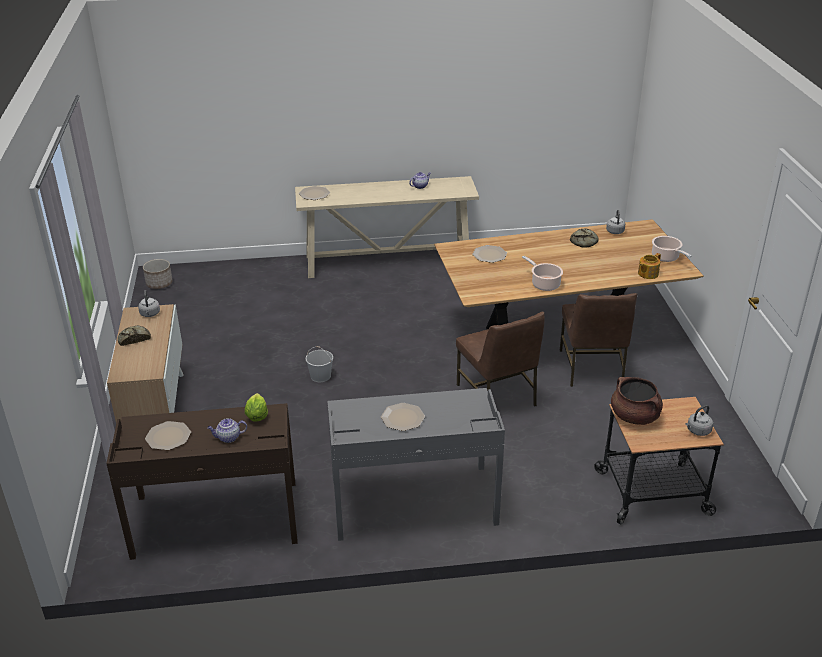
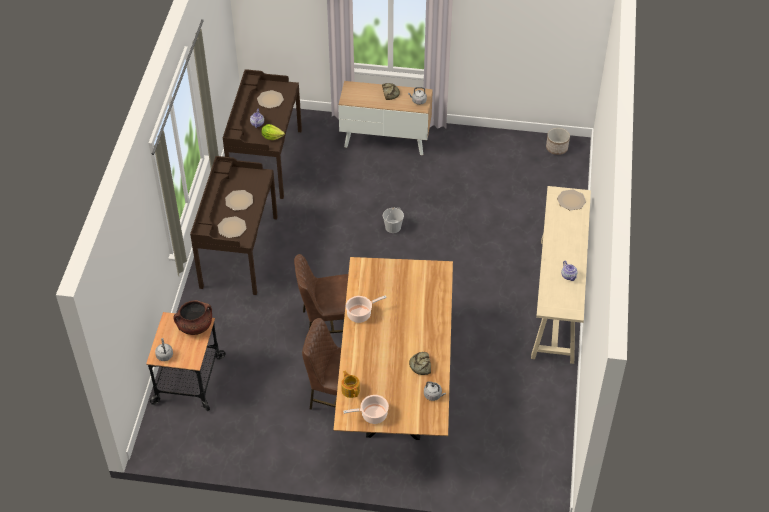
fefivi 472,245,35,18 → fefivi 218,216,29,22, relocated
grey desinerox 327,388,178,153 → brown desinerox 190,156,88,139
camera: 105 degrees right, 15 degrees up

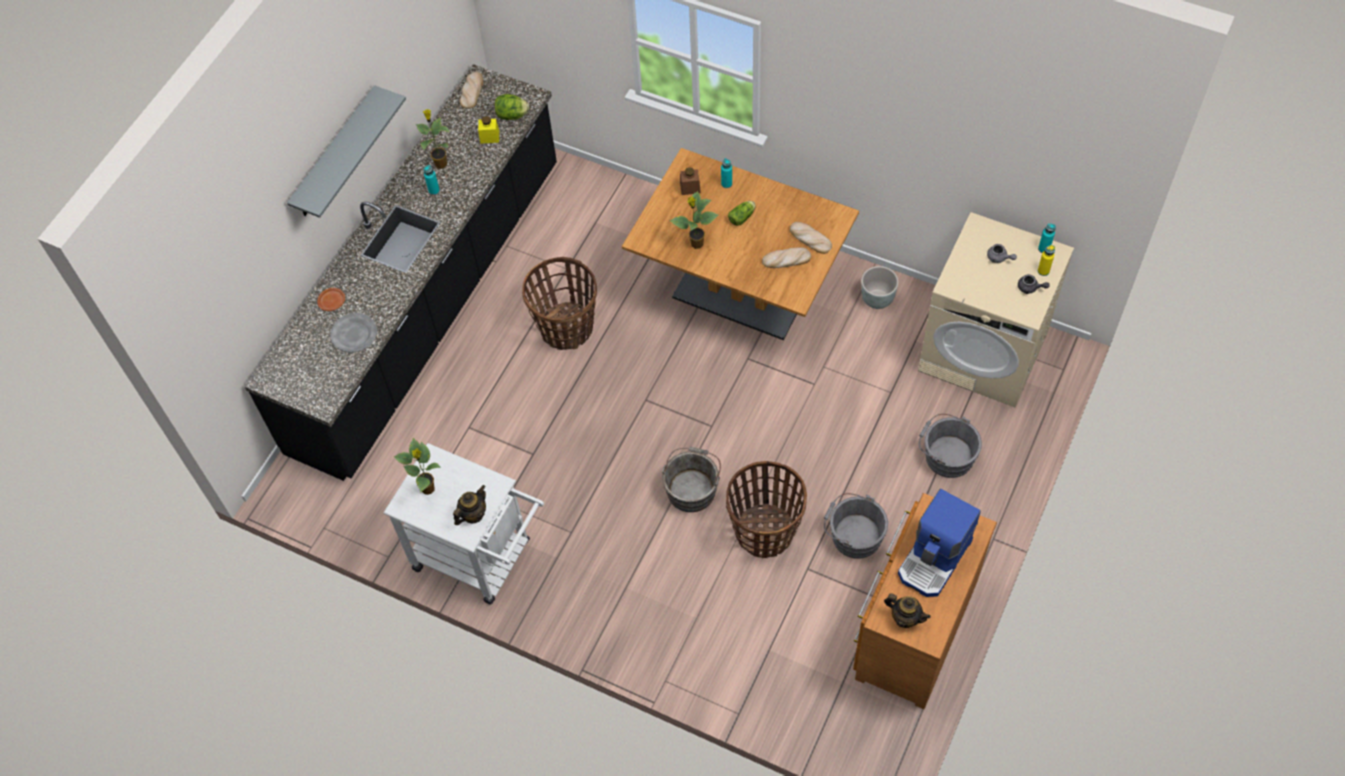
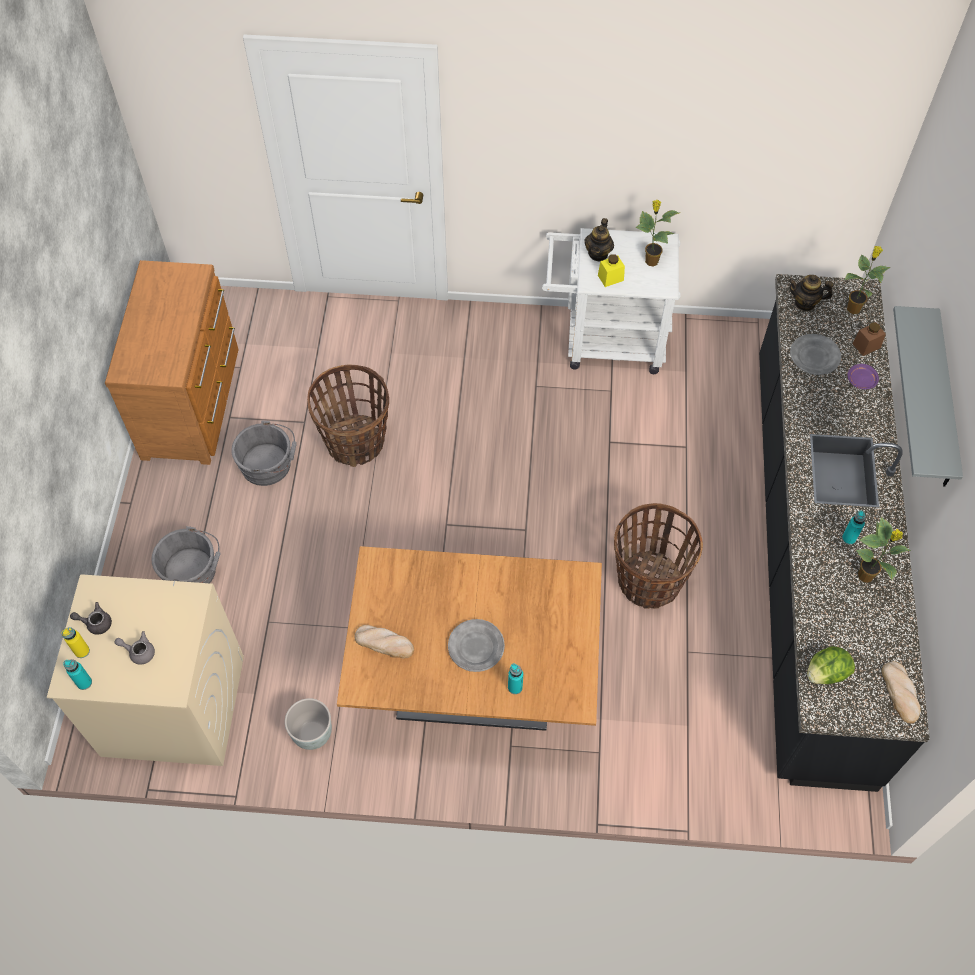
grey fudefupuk 662,447,59,65 → -
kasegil 762,247,49,21 → -
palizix 898,489,83,108 → -
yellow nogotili 478,116,21,28 → yellow nogotili 598,254,27,33, relocated
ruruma 669,191,50,58 → ruruma 845,246,45,68, relocated
brown nogotili 680,167,21,28 → brown nogotili 853,322,33,34, relocated
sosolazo 884,593,46,35 → sosolazo 788,275,45,36, relocated
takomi 728,201,28,25 → grey fefivi 448,619,57,53
brown fefivi 317,288,28,23 → purple fefivi 848,364,31,25
camera: 155 degrees right, 0 degrees up

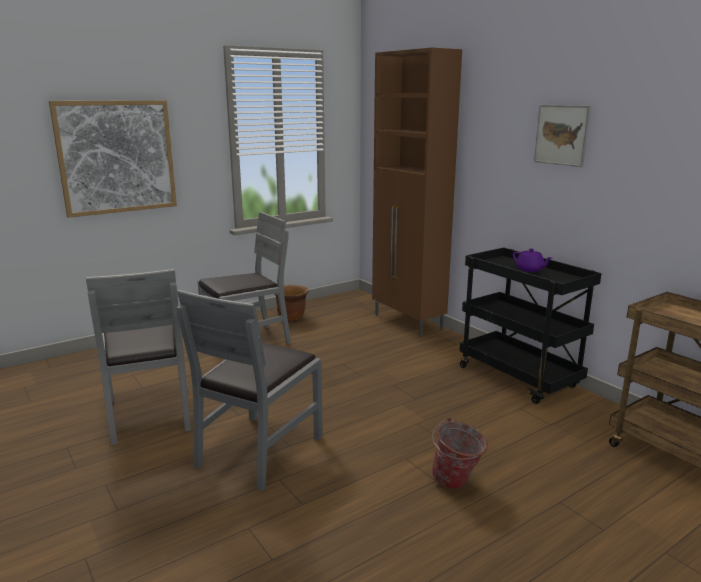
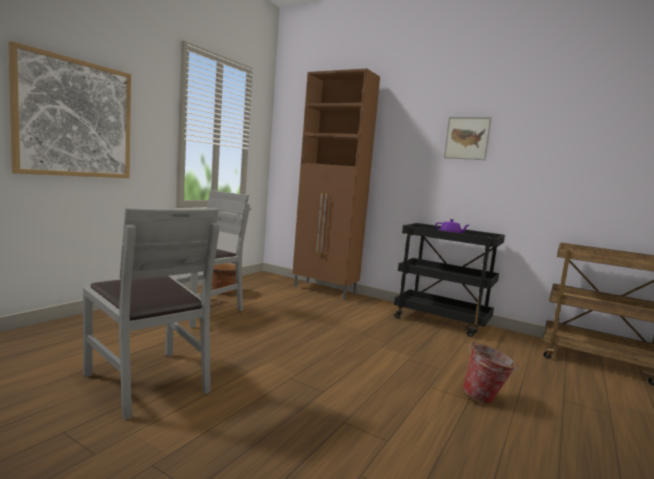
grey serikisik 177,290,146,201 → -
camera: 25 degrees left, 10 degrees down

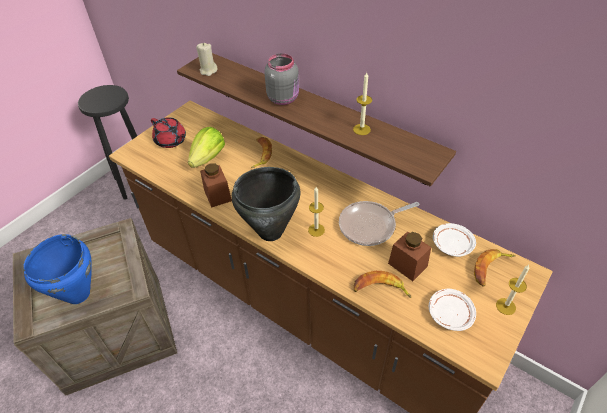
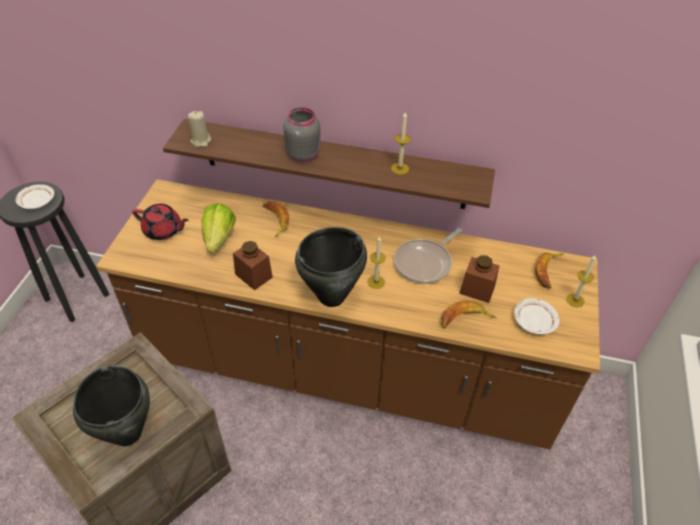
white fefivi 433,223,43,34 → white fefivi 16,184,39,25, relocated
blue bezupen 23,234,69,70 → black bezupen 73,365,77,81
camera: 25 degrees left, 0 degrees up

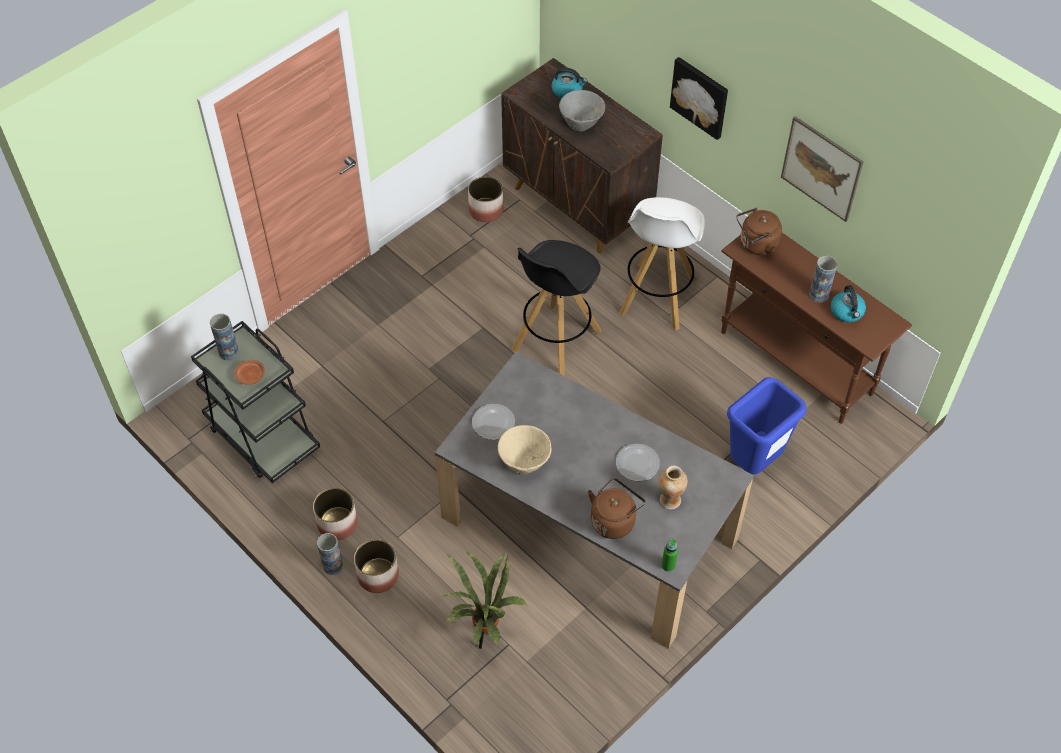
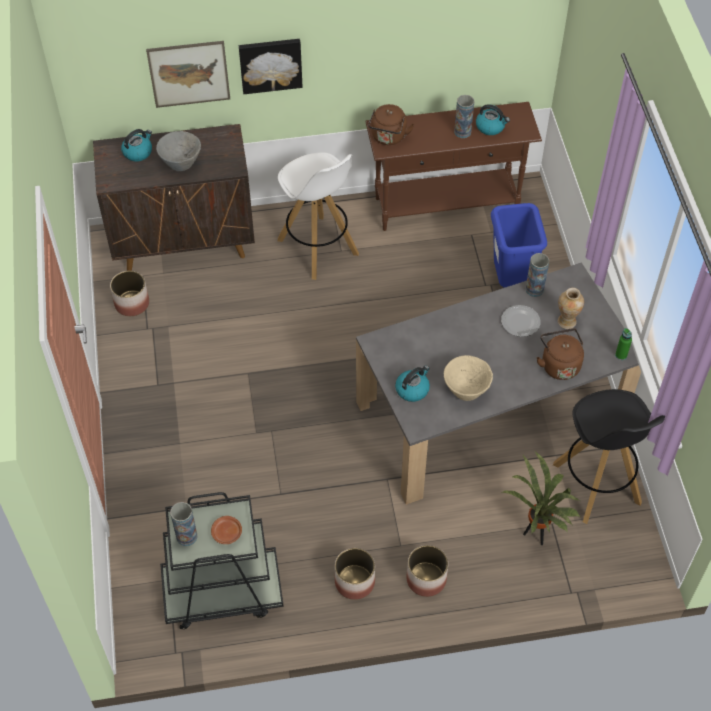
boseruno 317,533,26,42 → boseruno 525,253,24,44, relocated
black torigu 512,240,90,136 → black torigu 553,389,112,135, relocated
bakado 781,116,82,106 → bakado 146,41,84,67, relocated
fefivi 472,404,43,36 → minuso 395,365,35,37
camera: 55 degrees left, 0 degrees up

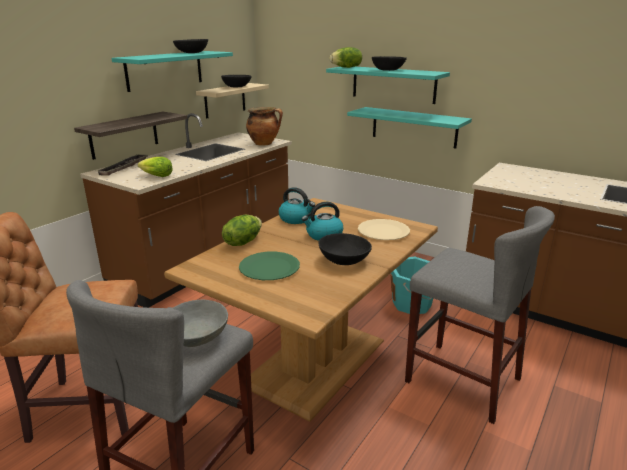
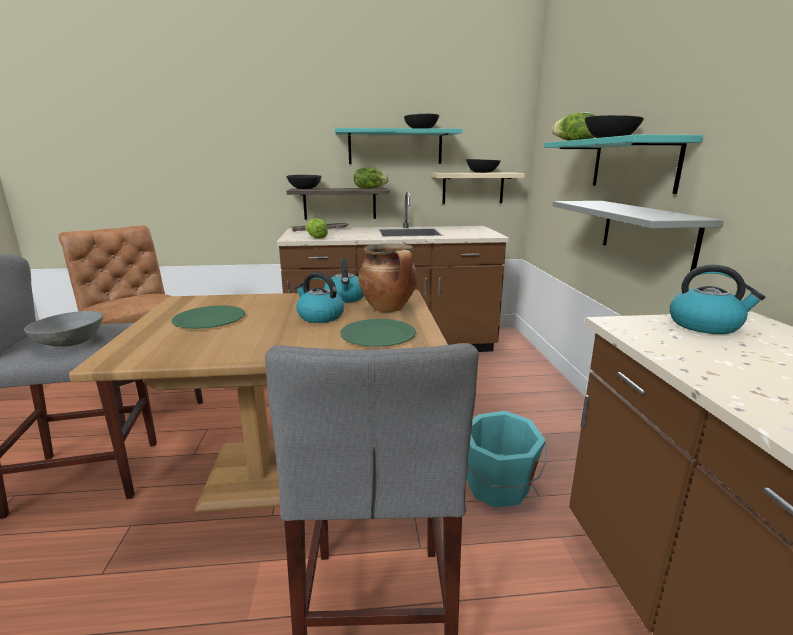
- → minuso 669,265,96,69
takomi 222,215,40,31 → takomi 354,167,35,22, relocated
bezupen 246,107,37,39 → bezupen 359,244,59,68, relocated
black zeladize 318,233,54,32 → black zeladize 286,175,36,14, relocated
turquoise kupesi 347,107,125,41 → grey kupesi 552,201,172,70
beige fefivi 358,219,52,21 → green fefivi 340,319,76,28
camera: 50 degrees right, 5 degrees down

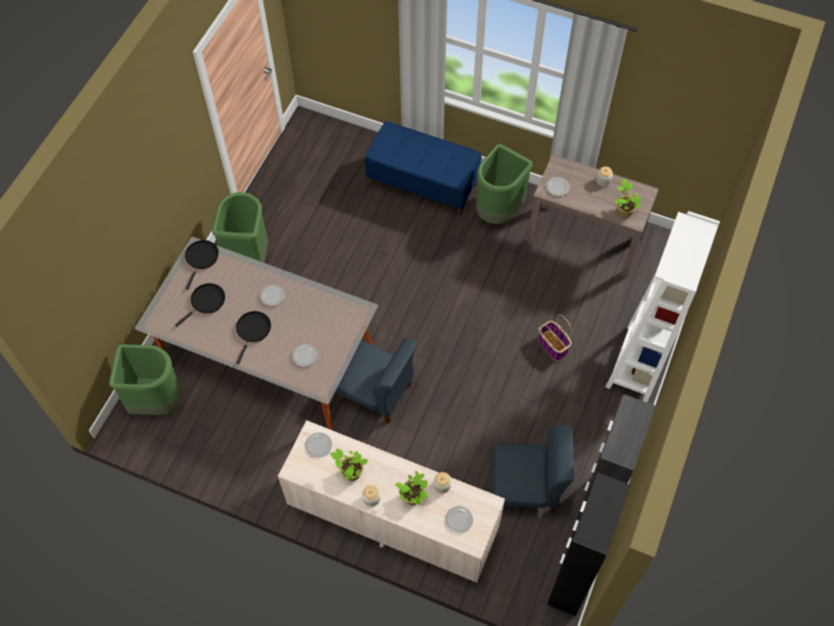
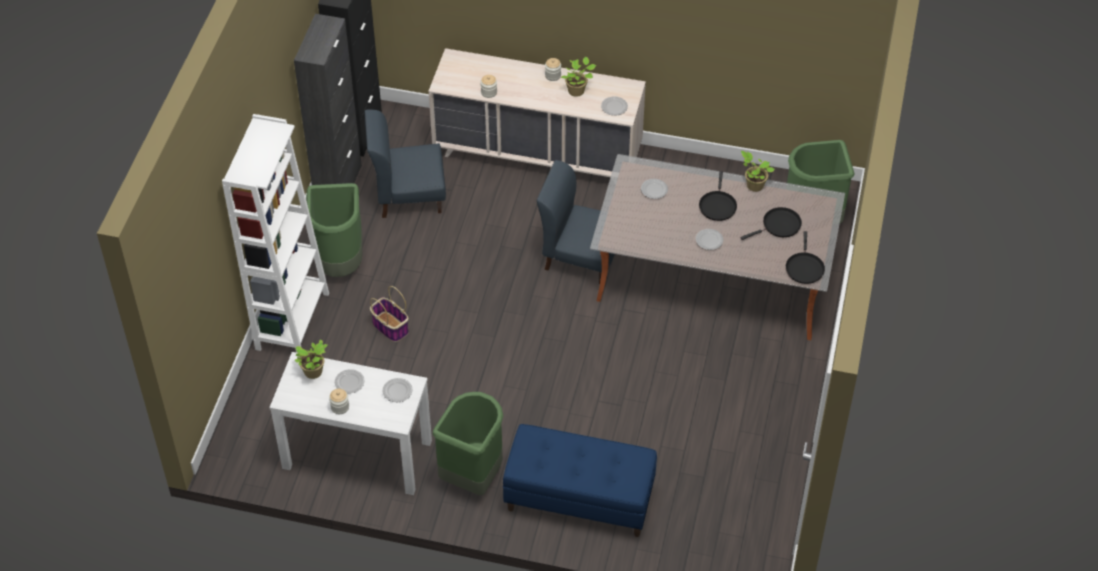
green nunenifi 212,192,56,71 → green nunenifi 306,183,57,94, relocated
ruruma 395,471,33,34 → ruruma 741,151,34,41, relocated
fefivi 445,506,28,27 → fefivi 335,369,30,24, relocated
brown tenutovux 527,154,132,123 → white tenutovux 269,352,163,143
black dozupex 175,283,50,44 → black dozupex 741,207,61,33, 150 degrees counterclockwise
camera: 170 degrees right, 10 degrees down

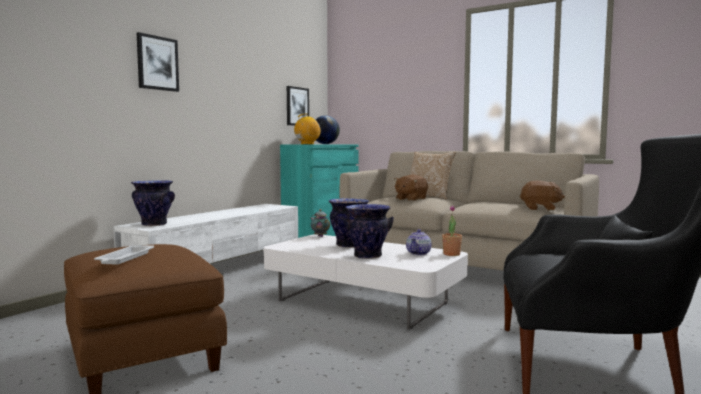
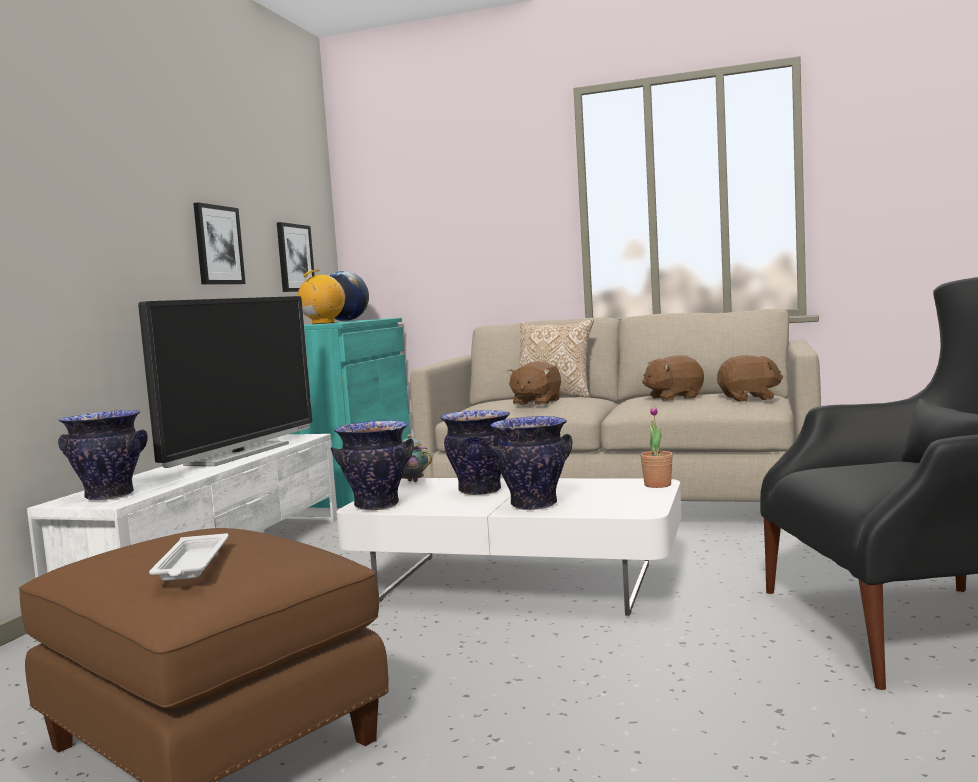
sosolazo 406,229,26,26 → -
- → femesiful 138,296,174,172
- → boseruno 331,420,83,90
- → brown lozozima 642,355,62,46
bakado 137,32,42,60 → bakado 193,202,53,82, relocated
camera: 15 degrees left, 0 degrees up

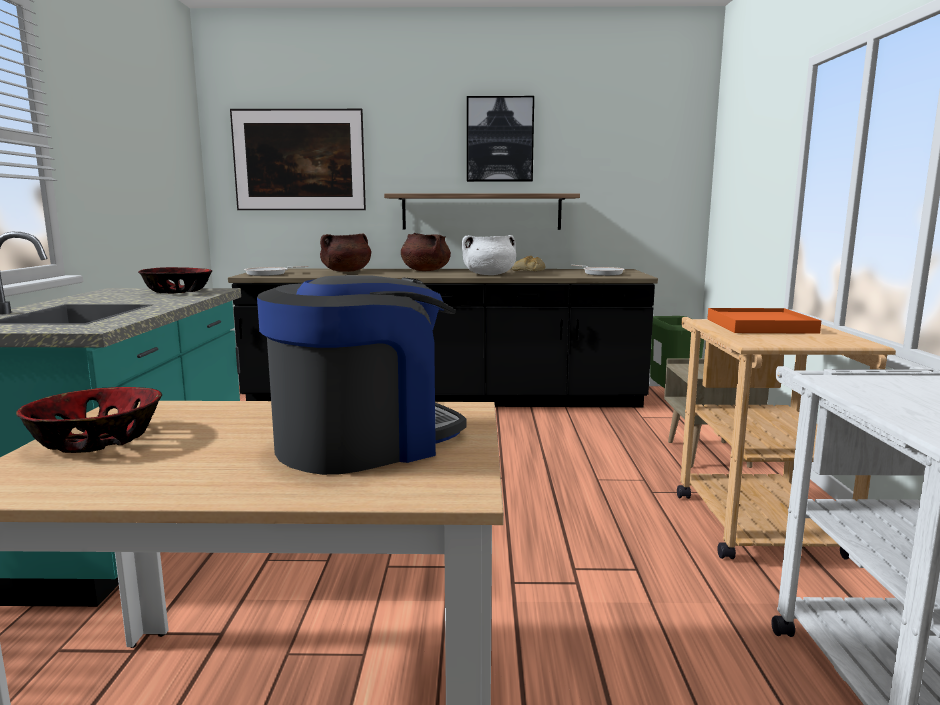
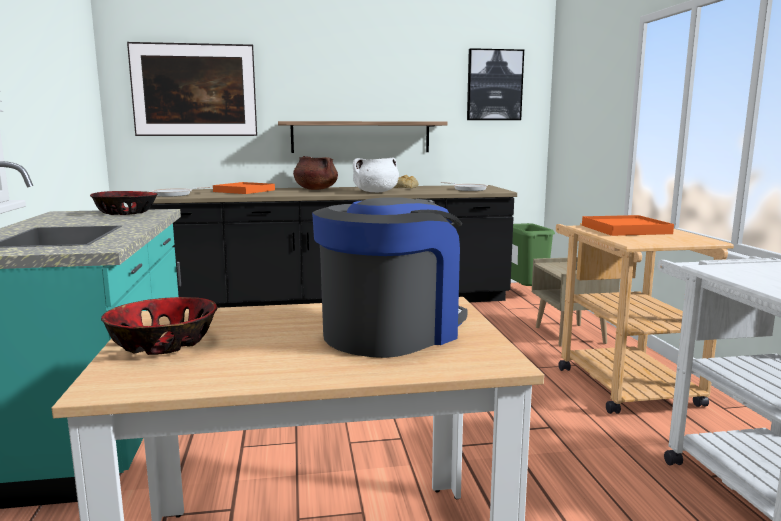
bakado 467,96,67,86 → bakado 467,48,57,72, relocated
brown bezupen 320,233,51,39 → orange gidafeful 213,182,62,12
camera: 10 degrees left, 0 degrees up

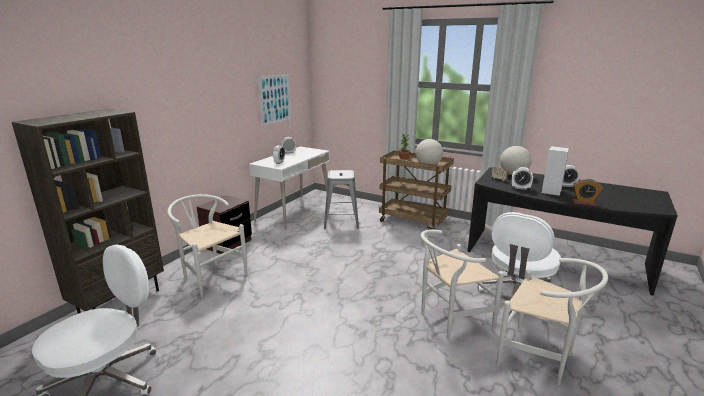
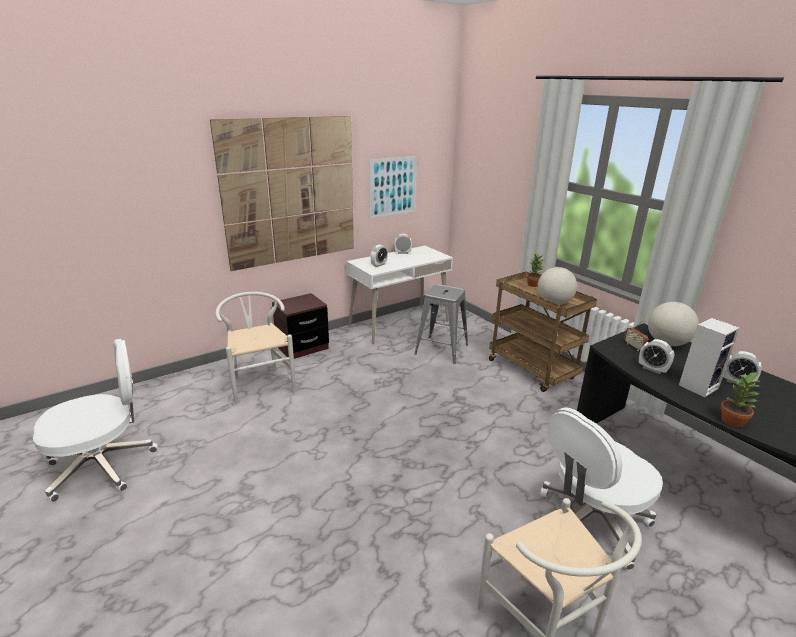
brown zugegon 12,109,152,205 → -
white serikisik 421,230,83,110 → -
- → bakado 210,116,144,155
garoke 573,179,30,27 → ruruma 721,371,39,57
camera: 25 degrees right, 5 degrees up

